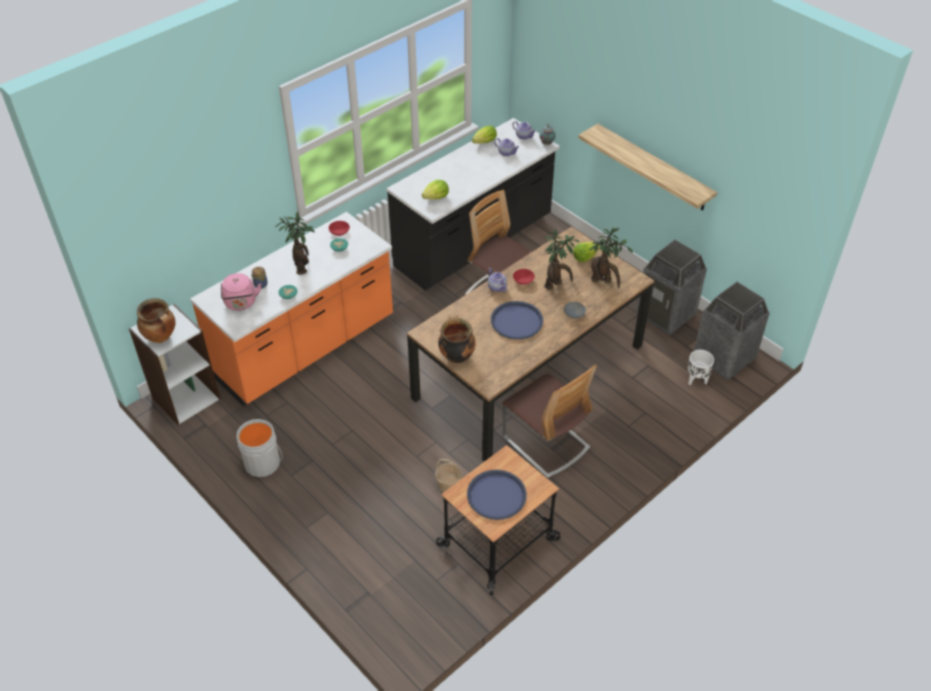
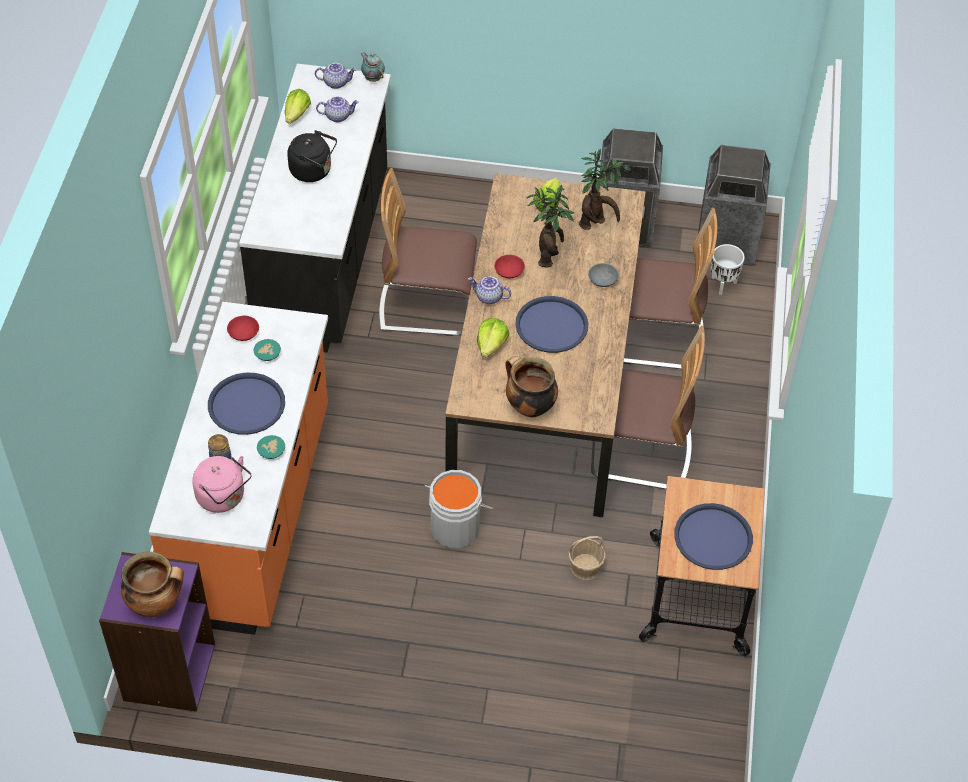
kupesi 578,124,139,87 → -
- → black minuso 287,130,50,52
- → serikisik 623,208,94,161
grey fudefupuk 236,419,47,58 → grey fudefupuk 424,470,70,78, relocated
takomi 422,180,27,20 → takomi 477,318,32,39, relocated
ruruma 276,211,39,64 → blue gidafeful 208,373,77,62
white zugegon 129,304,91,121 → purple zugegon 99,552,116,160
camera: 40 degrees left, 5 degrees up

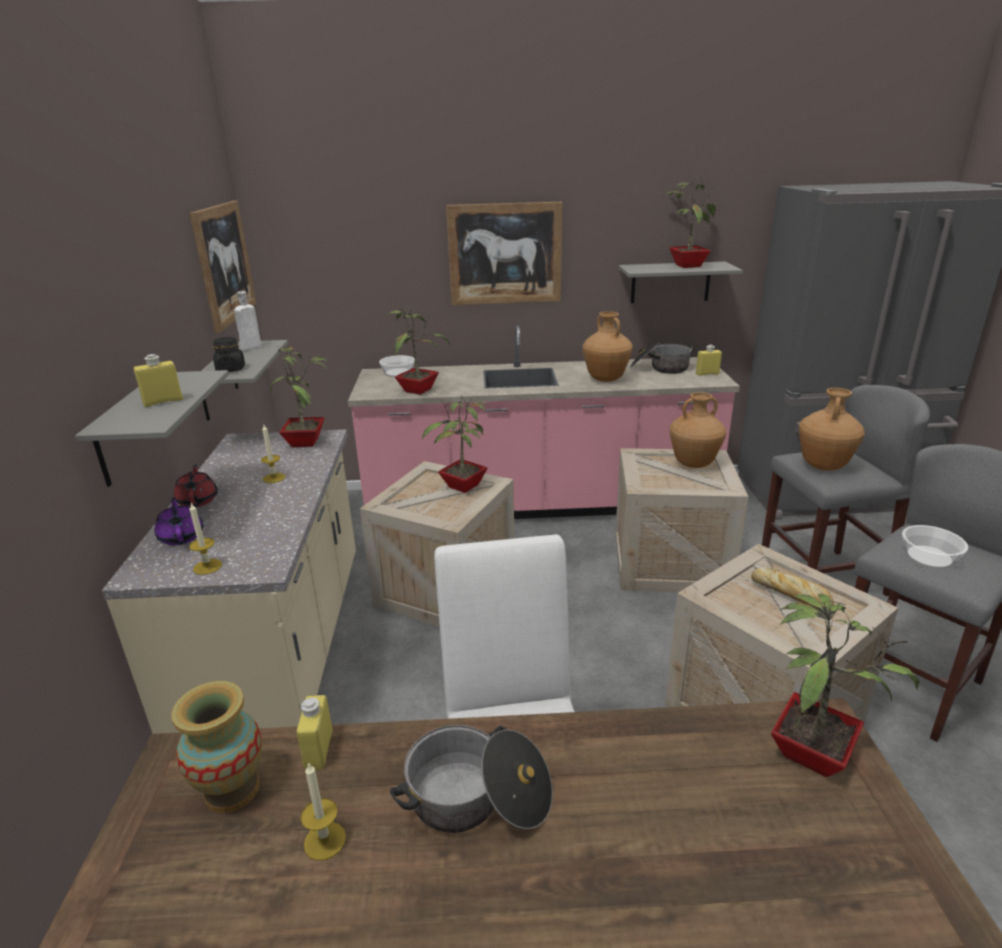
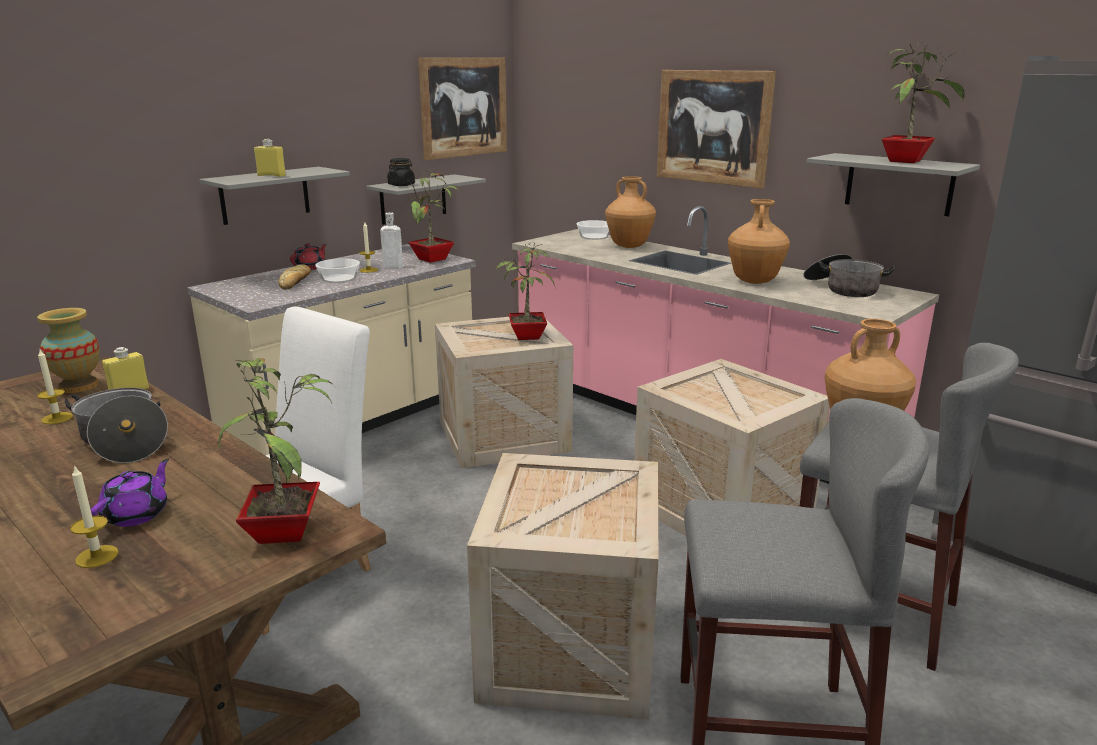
ruruma 386,307,65,88 → -
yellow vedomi 696,345,26,31 → -
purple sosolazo 155,497,49,48 → purple sosolazo 91,459,78,68, relocated
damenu 189,503,33,72 → damenu 70,465,49,103, relocated
white vedomi 234,291,27,60 → white vedomi 380,212,23,57, relocated
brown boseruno 670,392,56,76 → brown boseruno 605,176,51,72, relocated
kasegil 751,567,83,43 → kasegil 279,264,32,26, relocated
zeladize 902,525,66,45 → zeladize 315,258,45,25, relocated
camera: 45 degrees right, 5 degrees down

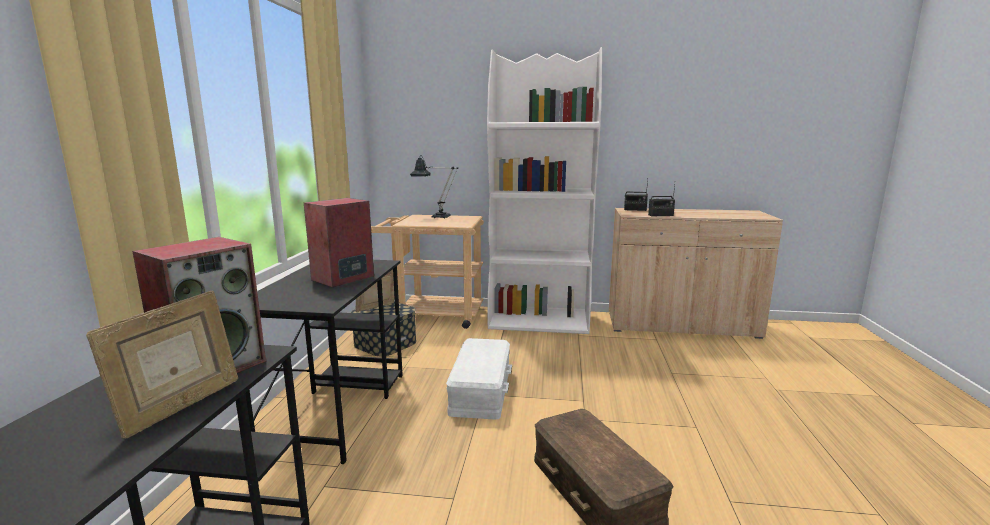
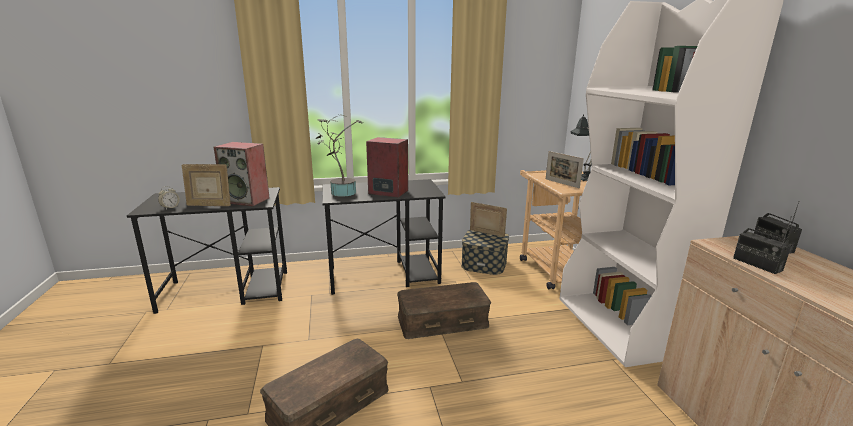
- → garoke 158,186,22,23
- → ruruma 316,114,48,83
- → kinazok 546,151,38,37
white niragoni 446,338,66,82 → brown niragoni 397,282,94,57
camera: 70 degrees right, 5 degrees up

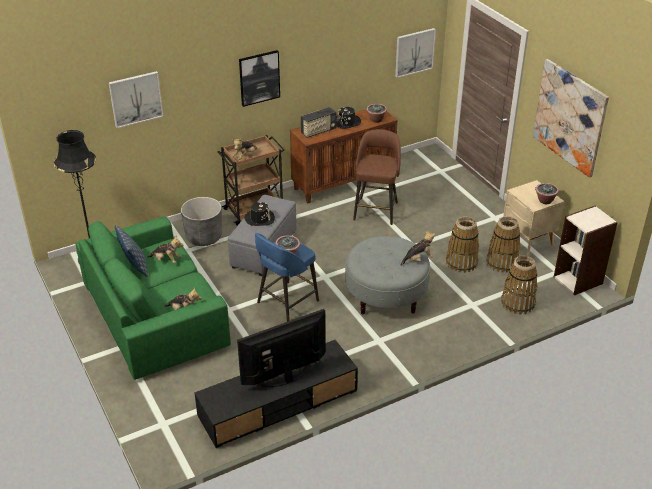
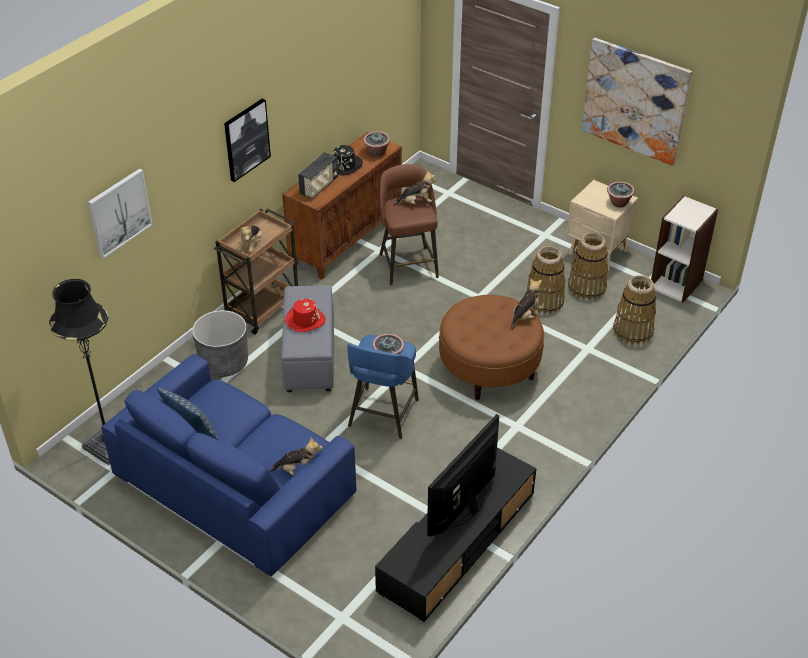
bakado 395,28,41,50 → -
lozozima 147,236,37,27 → lozozima 393,170,43,36, relocated
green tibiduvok 75,216,156,164 → blue tibiduvok 101,354,255,222
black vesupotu 245,202,30,24 → red vesupotu 285,299,41,33
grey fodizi 345,236,85,78 → brown fodizi 439,295,105,105
camera: 25 degrees left, 5 degrees up

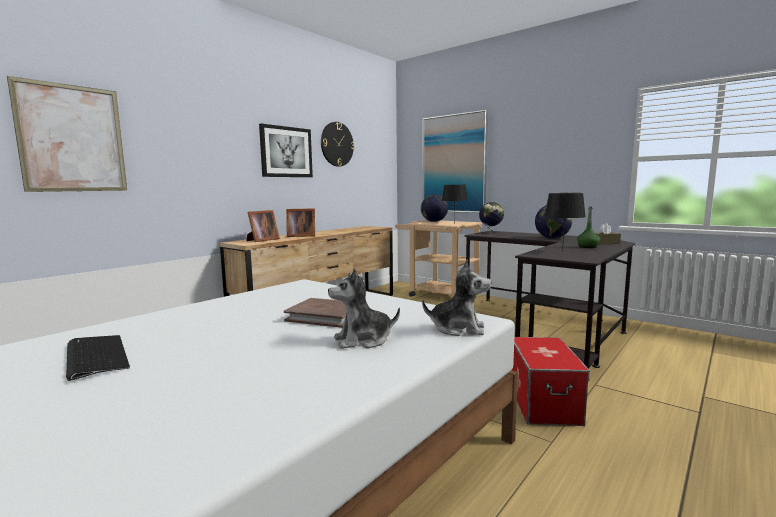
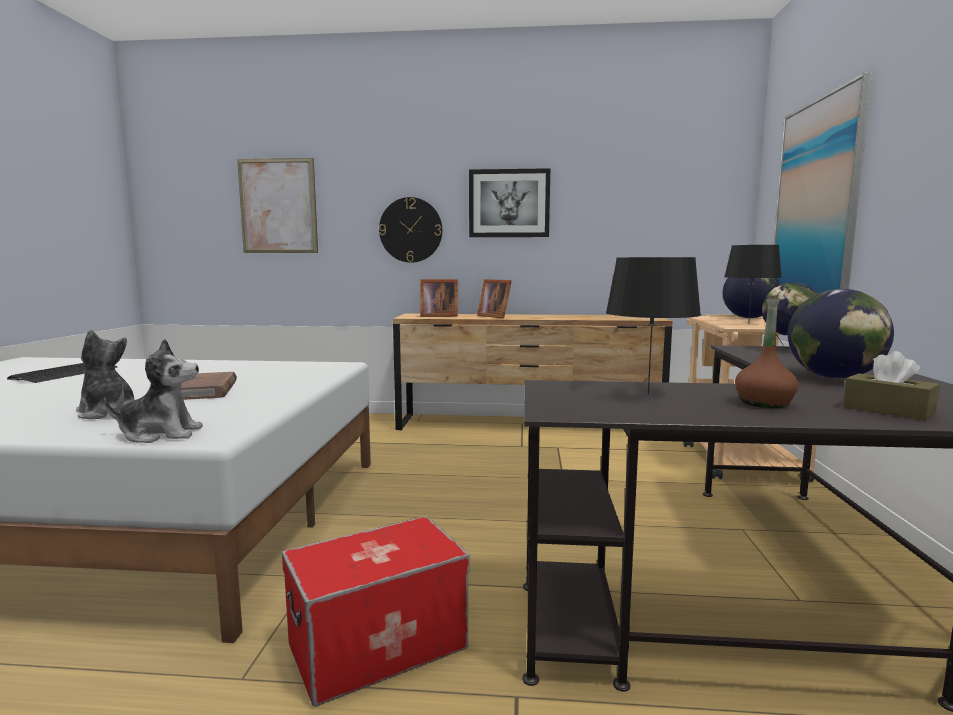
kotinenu 321,122,34,45 → kotinenu 379,197,63,66, relocated
green vedomi 577,206,23,42 → brown vedomi 735,295,63,113
lozozima 422,260,69,76 → lozozima 104,339,99,104, 75 degrees counterclockwise
camera: 55 degrees right, 0 degrees up

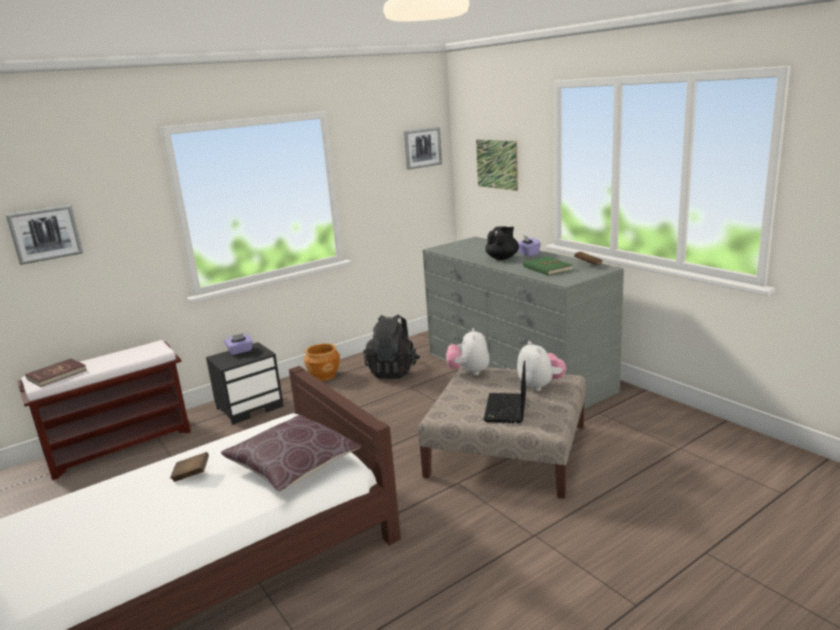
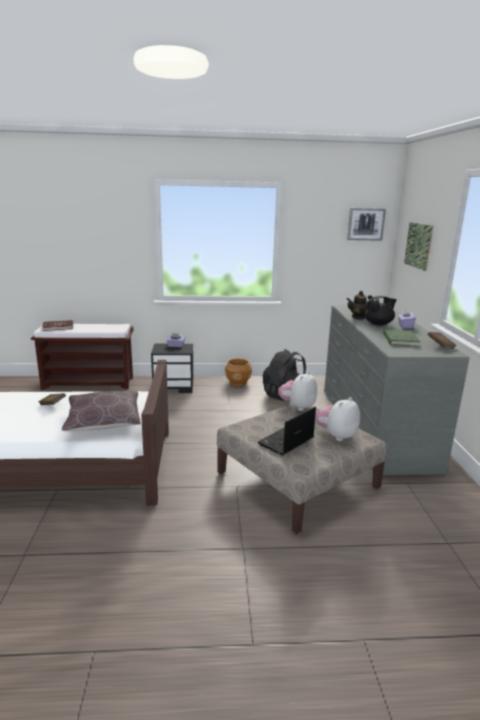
bakado 6,205,77,60 → -
- → sosolazo 346,291,27,28
lozozima 517,341,49,50 → lozozima 315,397,45,44, 150 degrees counterclockwise
camera: 30 degrees right, 0 degrees up

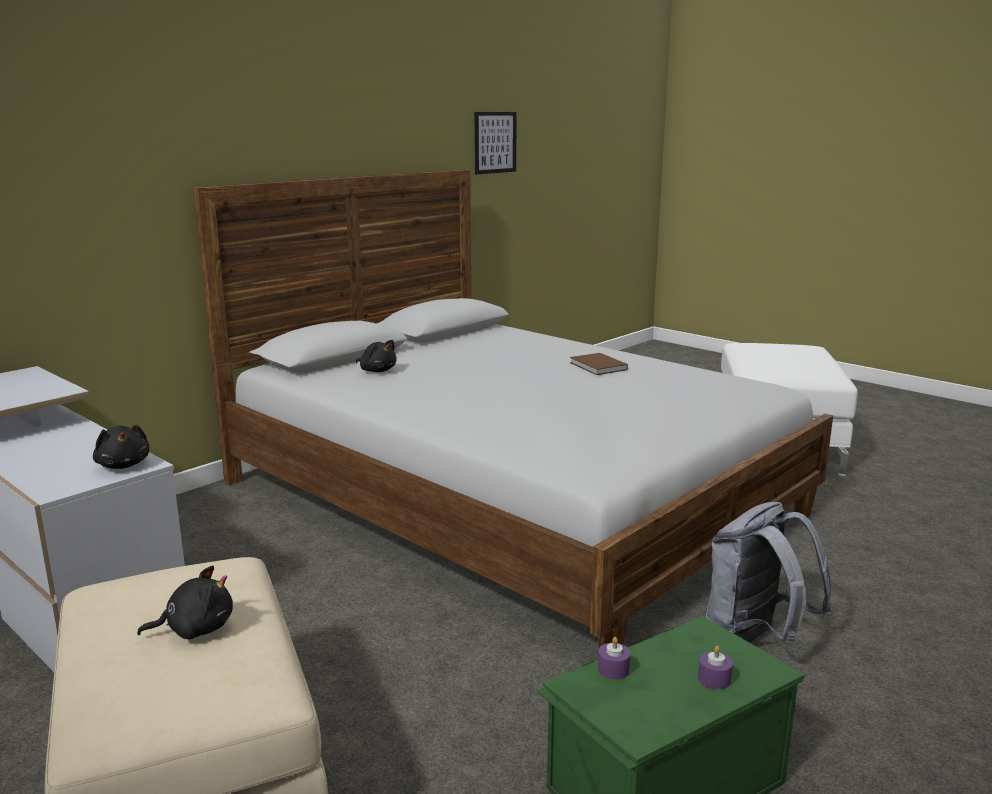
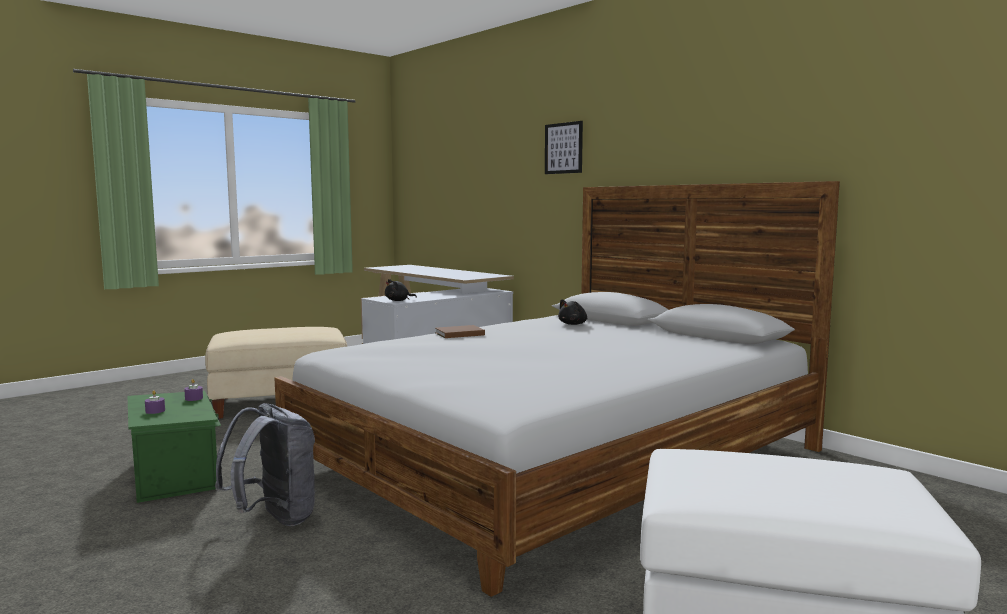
black lozozima 137,565,96,74 → -
bakado 474,112,43,62 → bakado 545,121,38,53, relocated
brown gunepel 570,353,58,22 → brown gunepel 435,325,50,13, relocated
camera: 95 degrees right, 10 degrees down

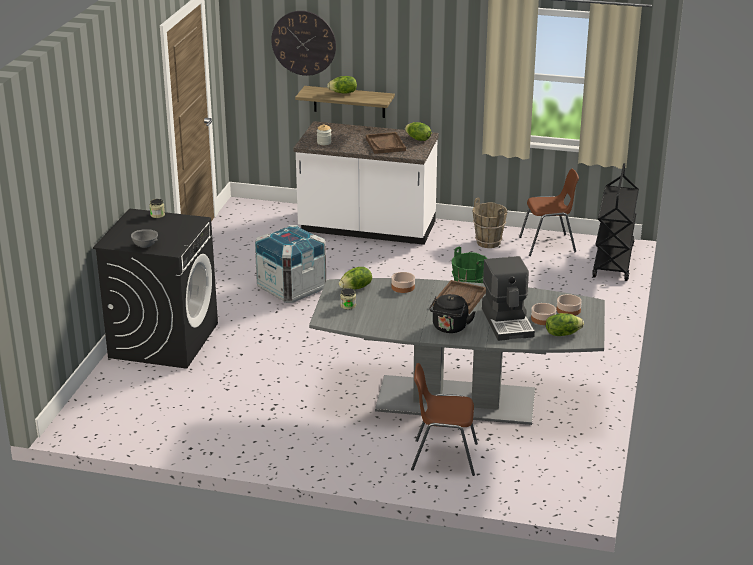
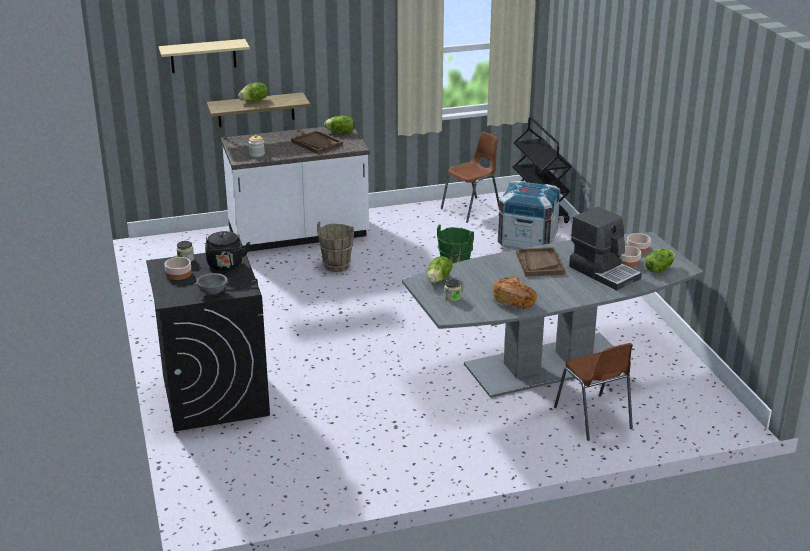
- → kasegil 492,276,45,33
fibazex 255,225,71,78 → fibazex 498,181,62,68, relocated
zeladize 391,272,24,21 → zeladize 165,257,27,23, relocated
black minuso 429,294,46,39 → black minuso 205,231,45,40, relocated
brown fudefupuk 472,197,35,51 → brown fudefupuk 317,222,37,50, relocated
kotinenu 271,11,65,65 → beige kupesi 159,39,91,34
brown serikisik 411,363,67,113 → brown serikisik 554,343,79,98, 90 degrees counterclockwise
camera: 30 degrees left, 0 degrees up

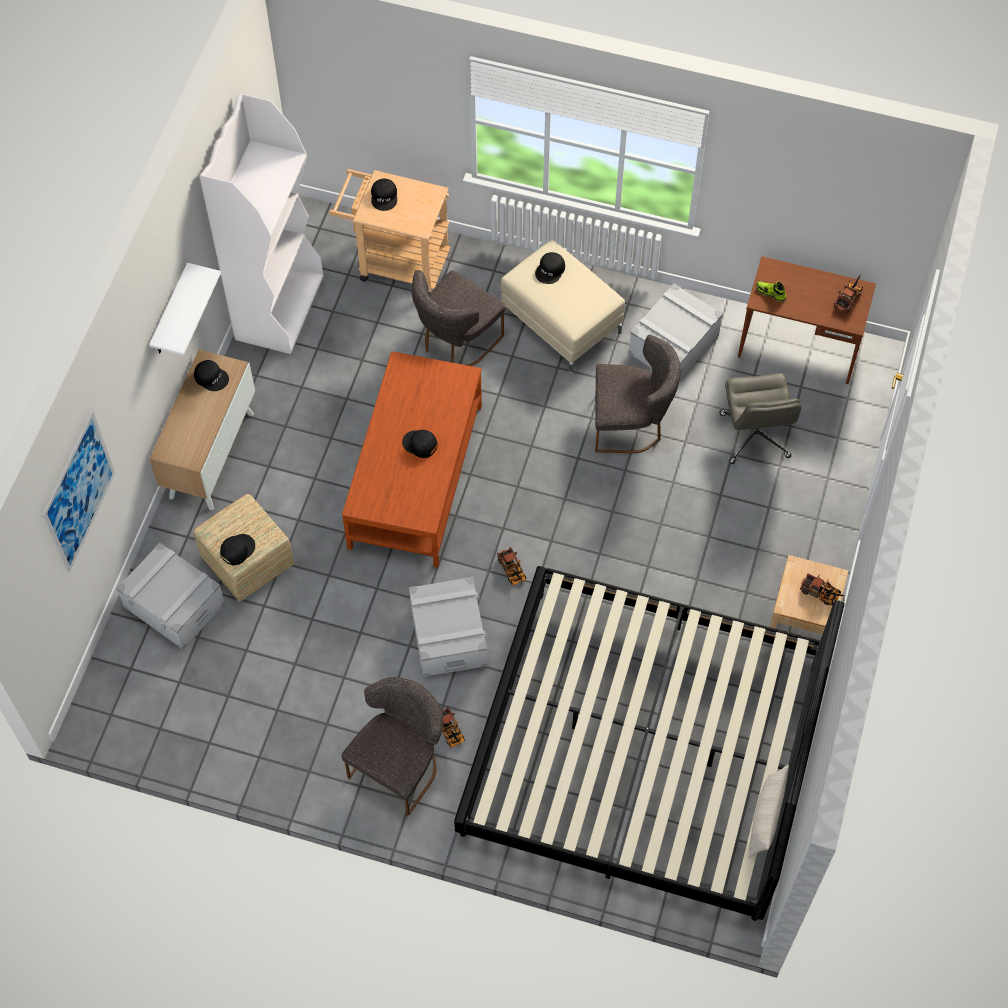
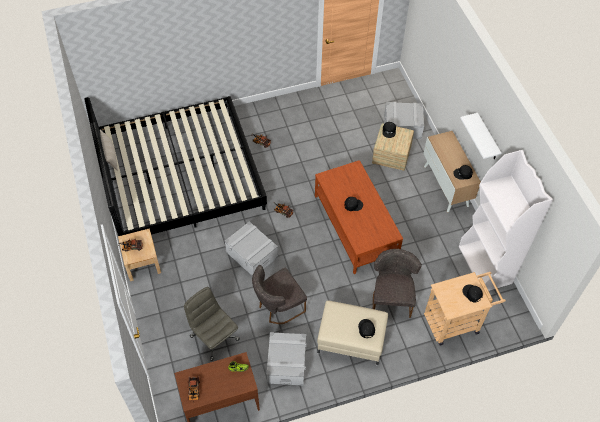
bakado 42,411,73,162 → -
grey serikisik 341,677,102,139 → -
grey niragoni 409,577,78,100 → grey niragoni 225,222,53,54, relocated
camera: 145 degrees right, 5 degrees down

